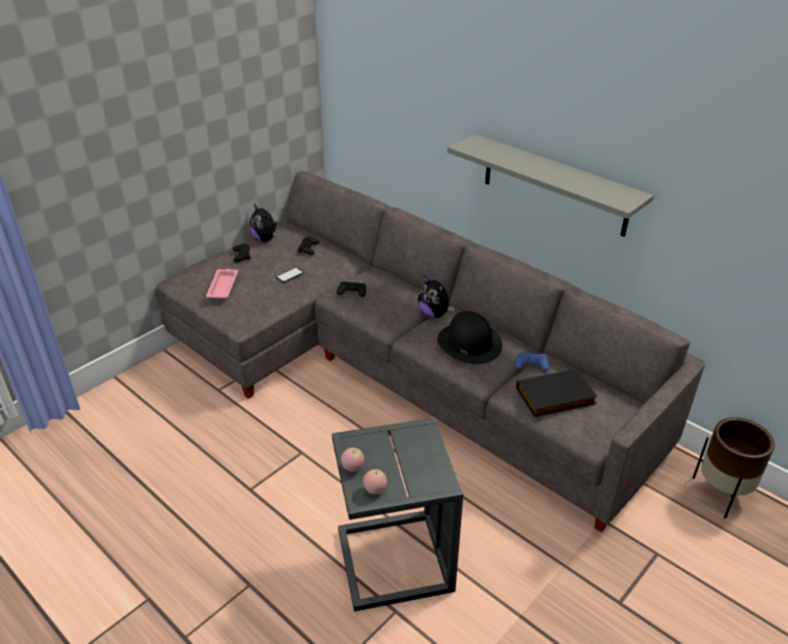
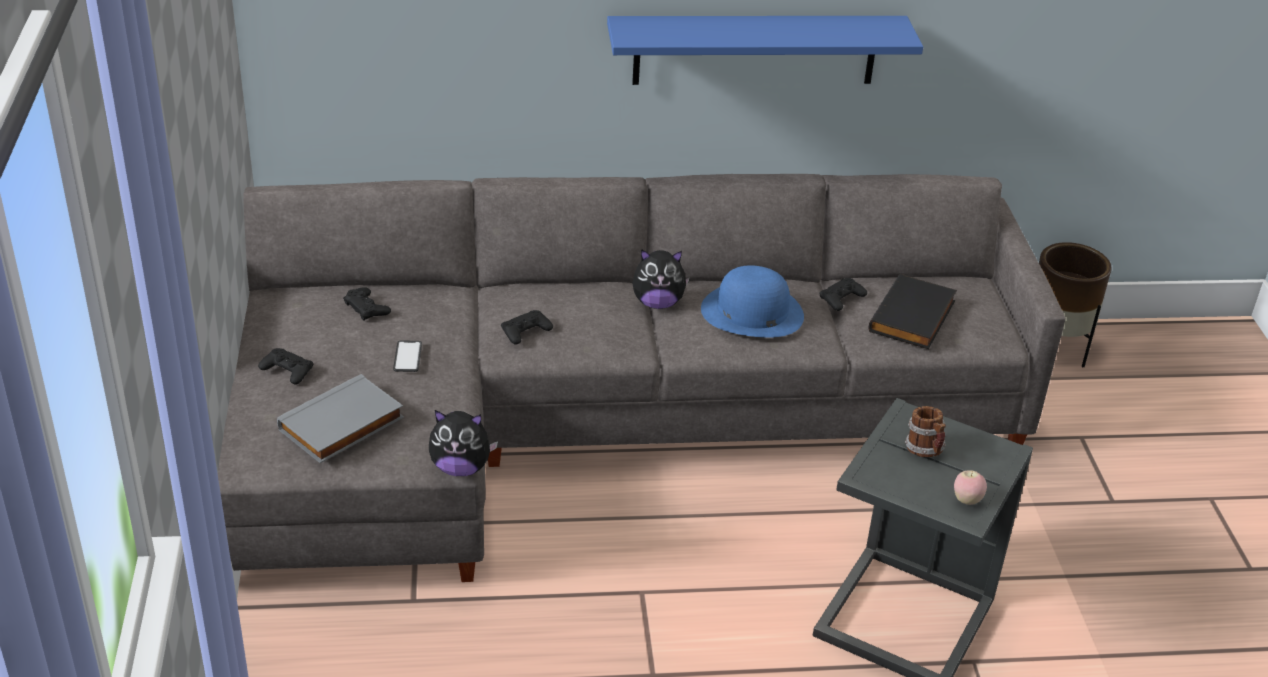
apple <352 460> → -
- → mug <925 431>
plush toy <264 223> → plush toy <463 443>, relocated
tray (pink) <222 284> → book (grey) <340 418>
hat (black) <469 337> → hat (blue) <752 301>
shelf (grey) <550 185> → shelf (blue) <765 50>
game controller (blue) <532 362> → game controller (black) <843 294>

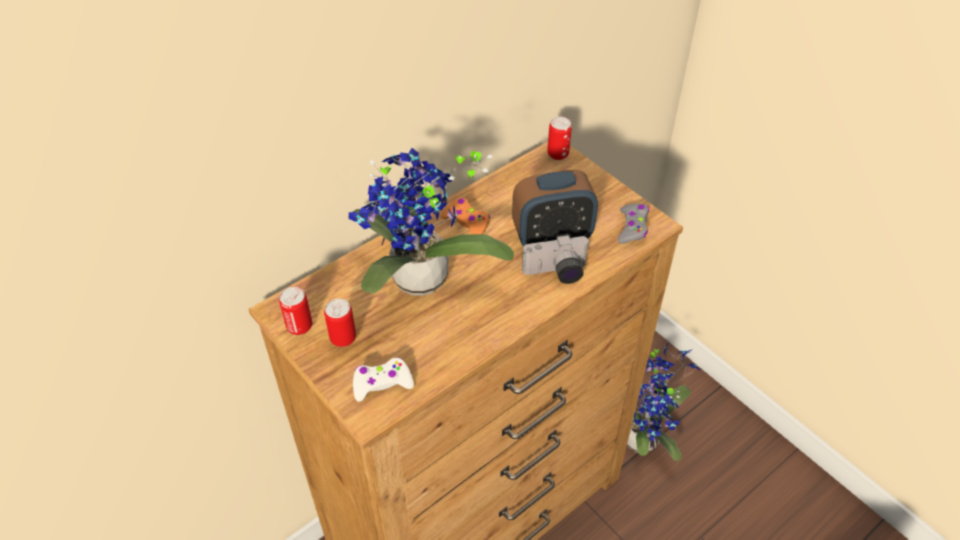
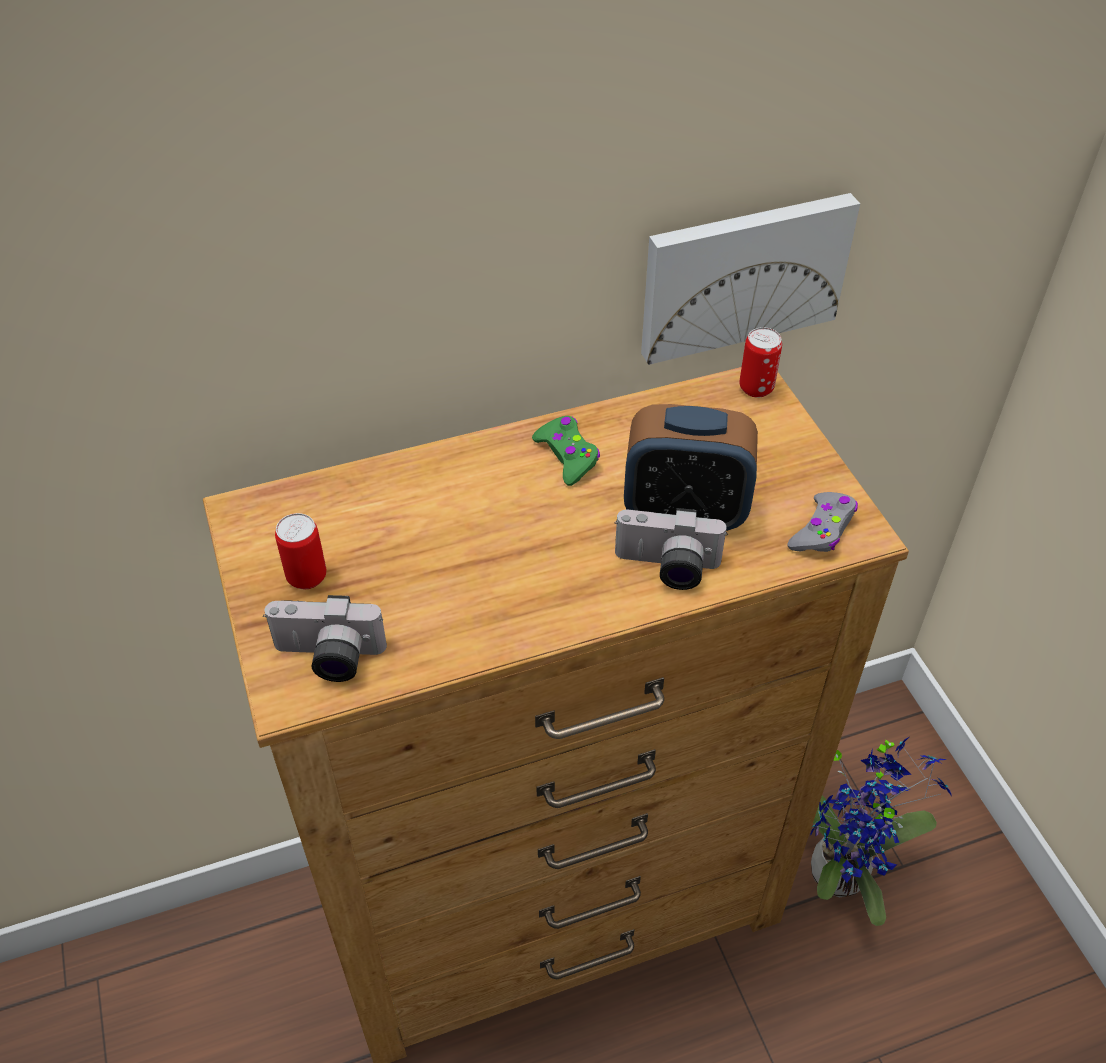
can <295 311> → -
potted plant <431 222> → -
- → picture <750 279>
game controller (white) <383 379> → photo camera <325 638>
game controller (orange) <465 216> → game controller (green) <566 451>

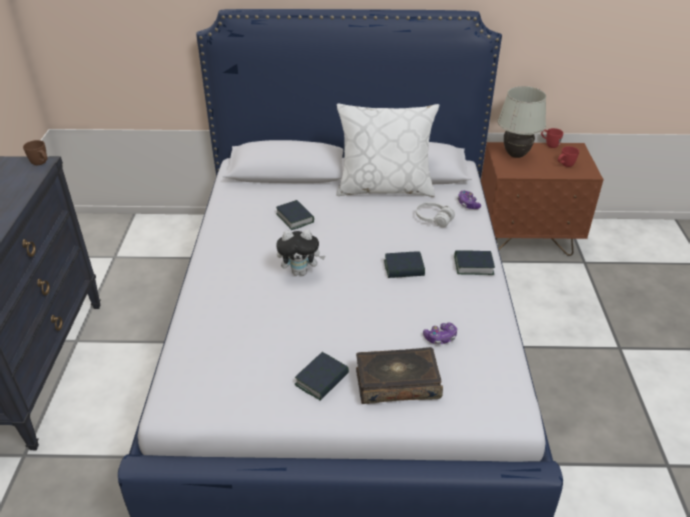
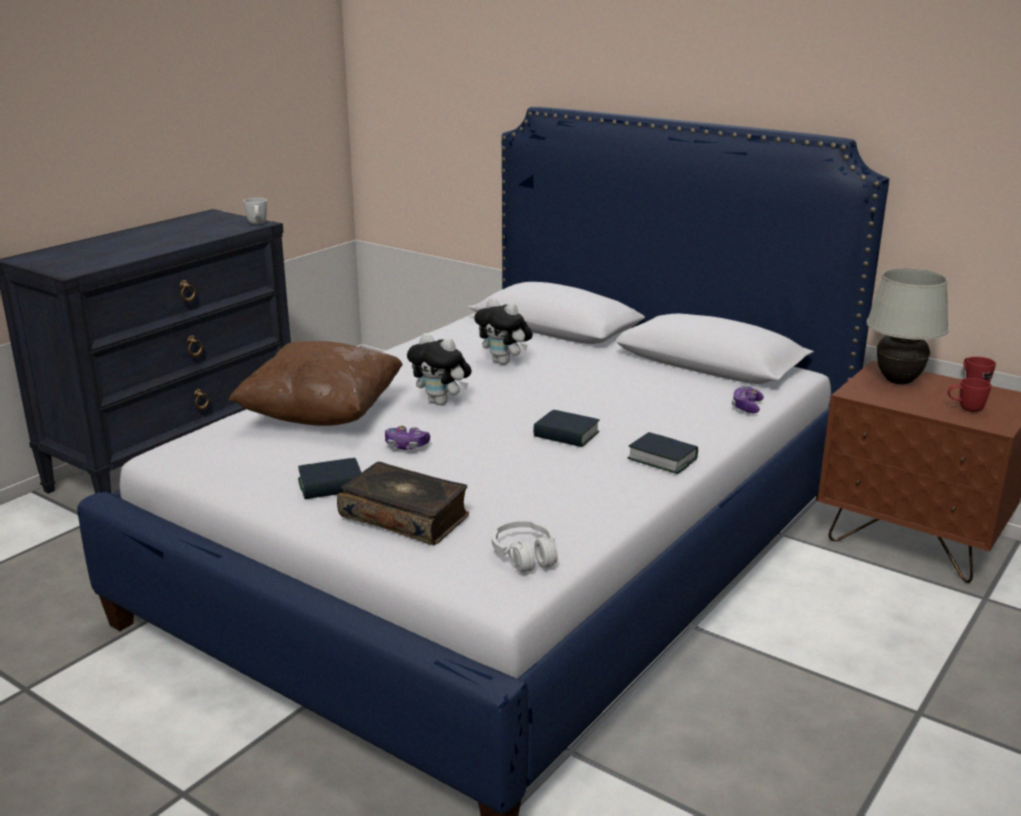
pillow (white) <387 150> → -
- → pillow (brown) <315 383>
headphones (white) <435 214> → headphones (white) <525 546>, relocated
game controller <440 334> → game controller <407 437>, relocated
book <295 215> → plush toy <503 331>
mug (brown) <35 152> → mug (white) <255 211>

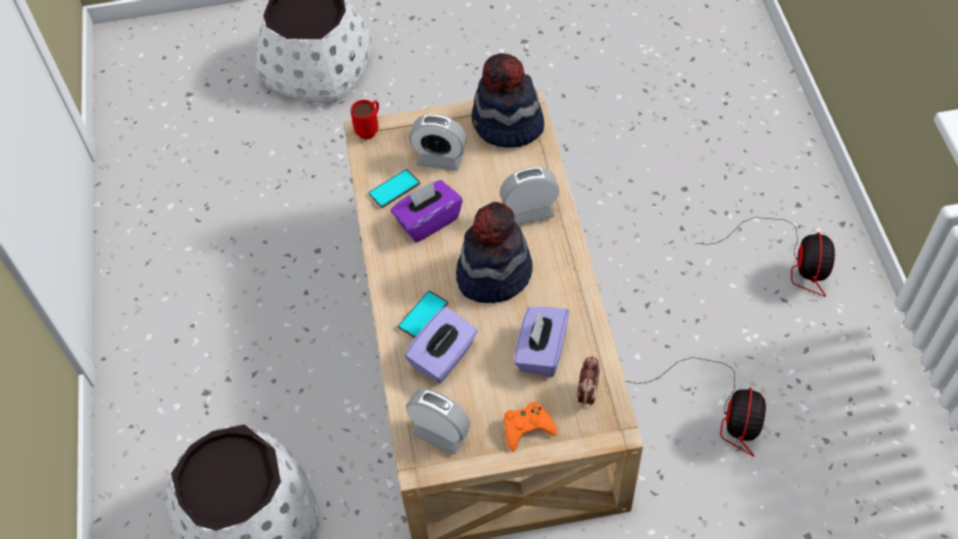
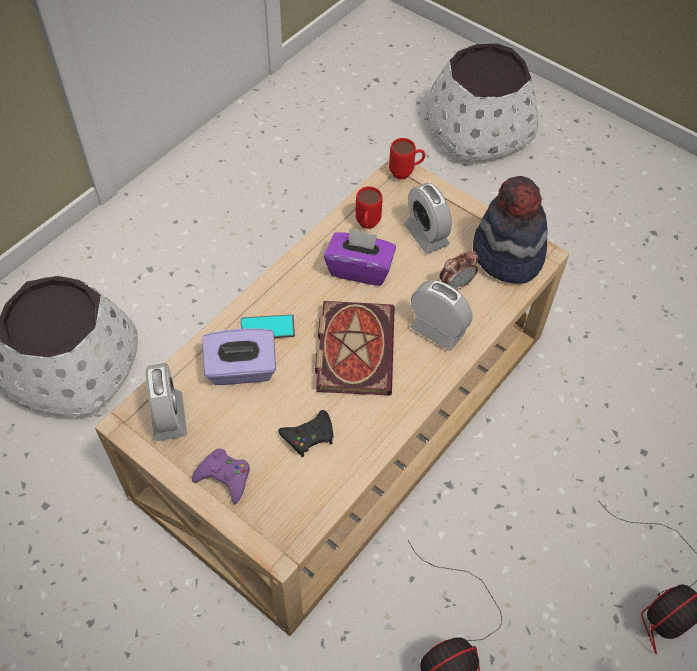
alarm clock <588 381> → alarm clock <458 270>, relocated
phone <394 188> → mug (red) <369 207>
hat <494 252> → book <355 348>
tissue box (purple) <541 342> → game controller (black) <306 433>
game controller (orange) <530 427> → game controller (purple) <221 476>

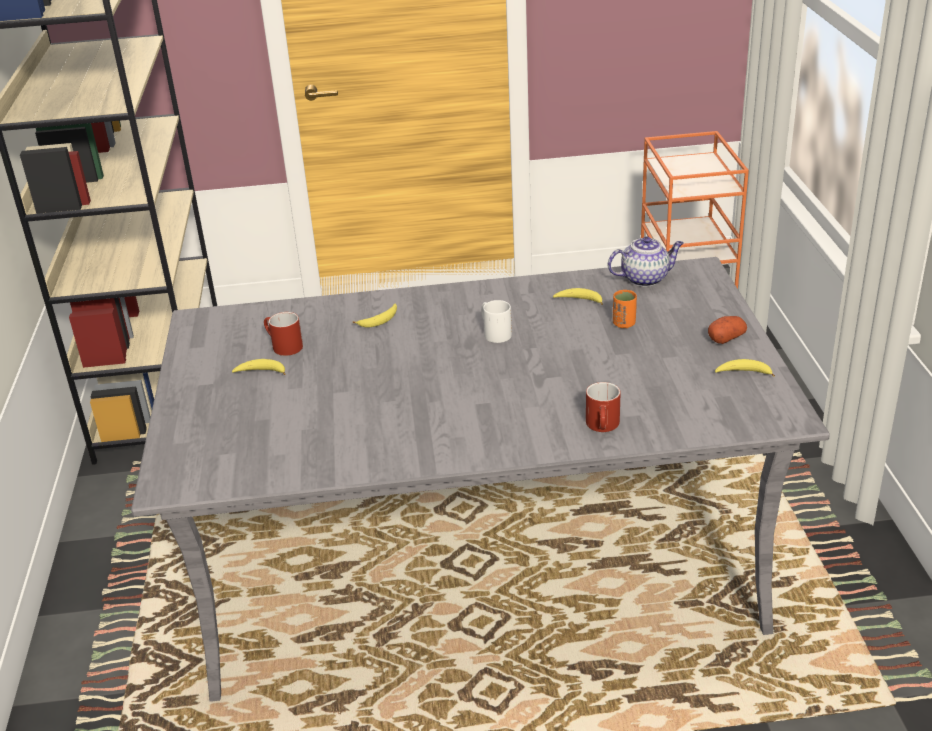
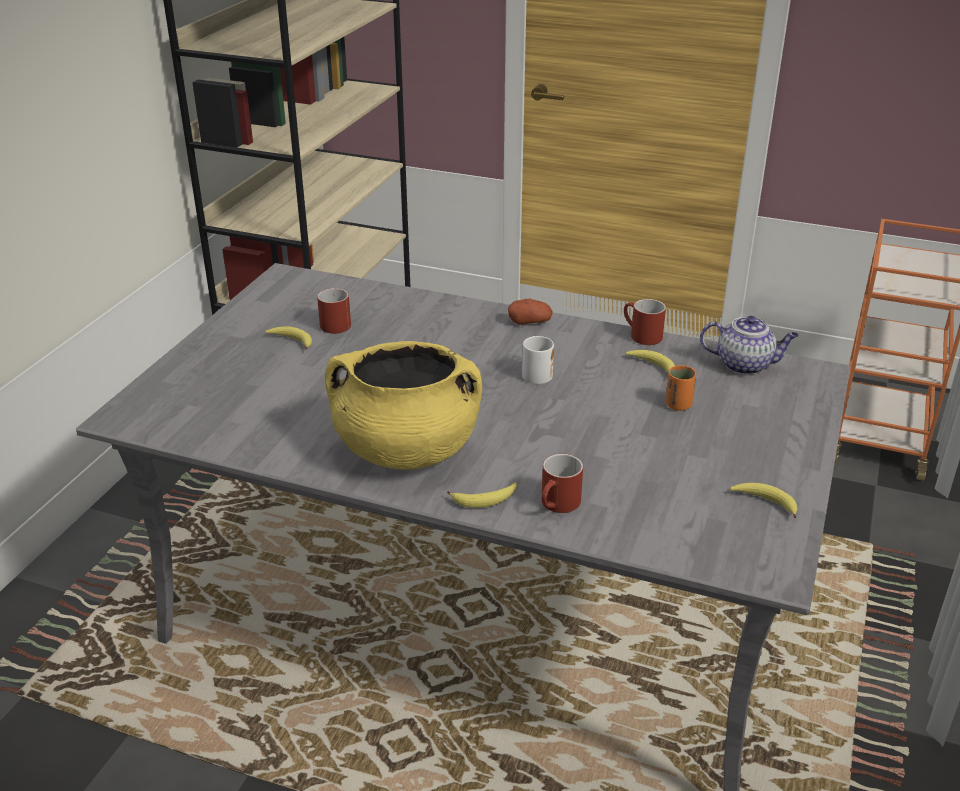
- → cooking pot (yellow) <403 405>
- → mug (red) <645 322>
banana <375 315> → banana <482 495>, relocated
potato <727 330> → potato <530 312>, relocated

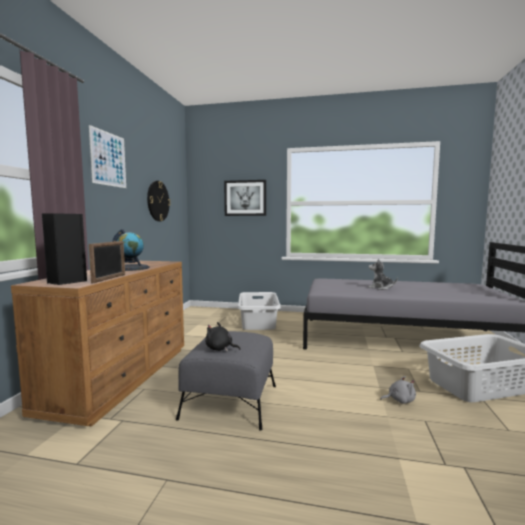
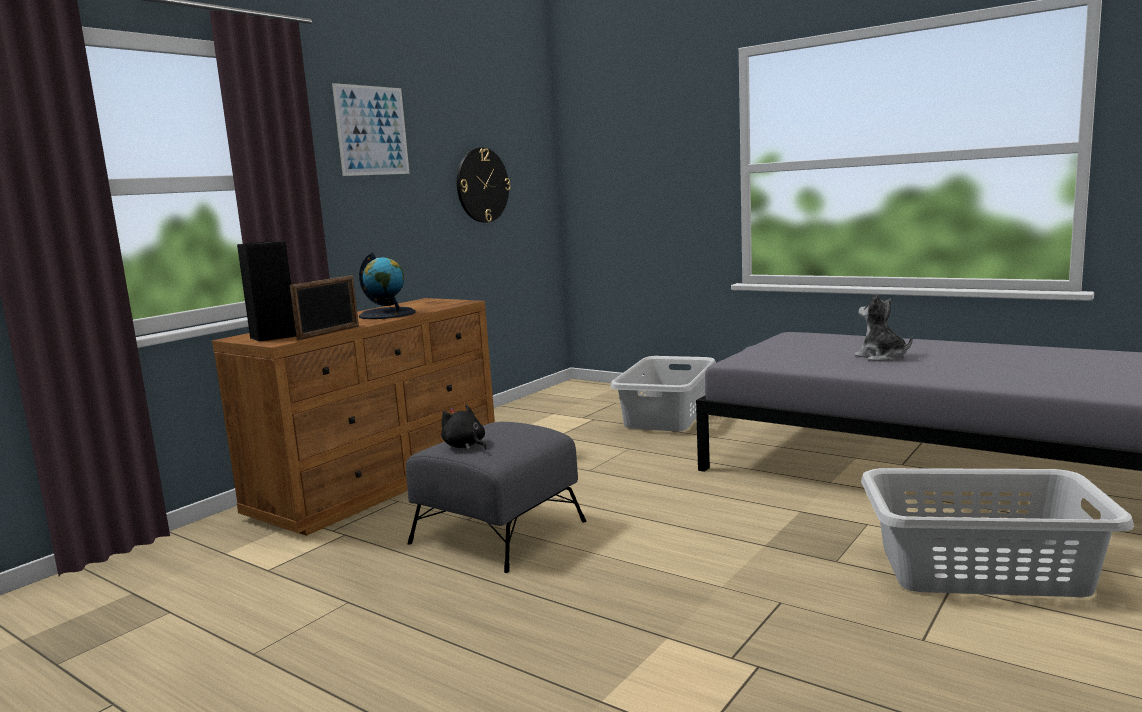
picture <245 198> → -
plush toy (grey) <398 390> → -

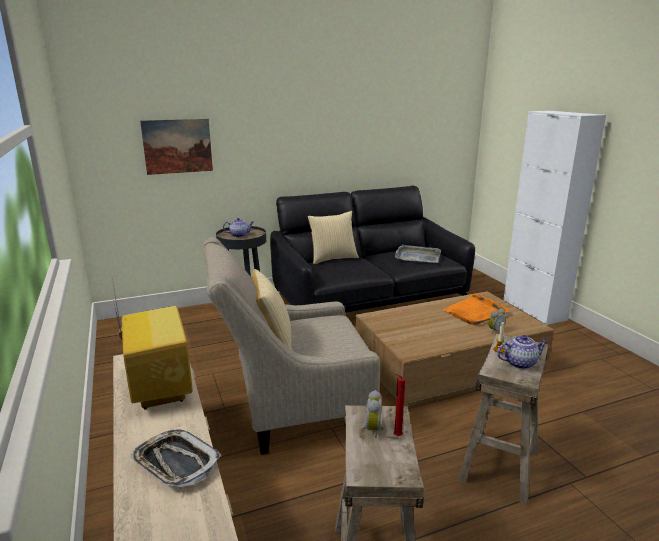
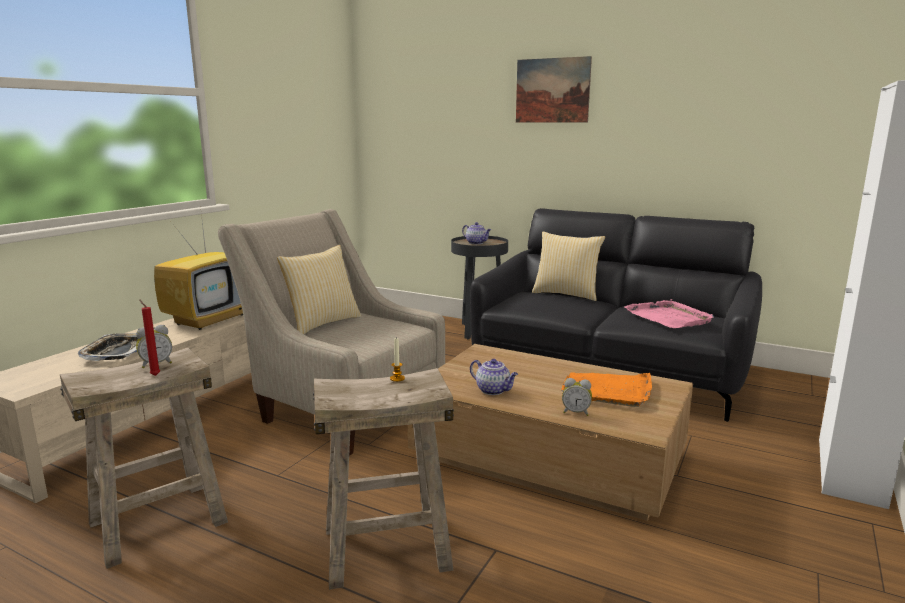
picture <176 147> → picture <554 89>, relocated
teapot <522 352> → teapot <494 377>, relocated
tray (grey) <418 253> → tray (pink) <669 313>

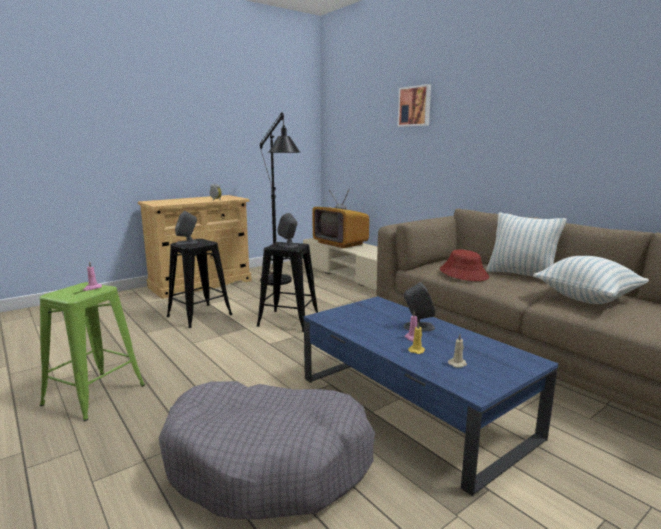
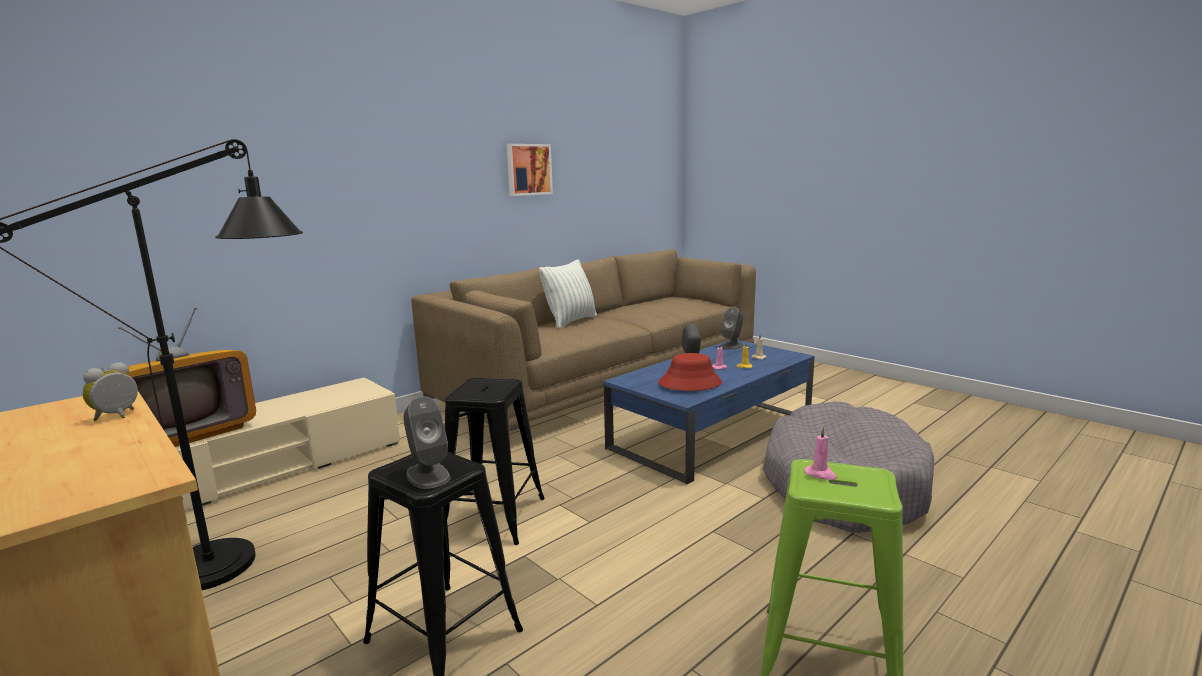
pillow <591 280> → -
speaker (grey) <287 230> → speaker (grey) <732 328>, relocated
picture <414 105> → picture <530 170>, relocated
hat (red) <464 265> → hat (red) <690 372>, relocated

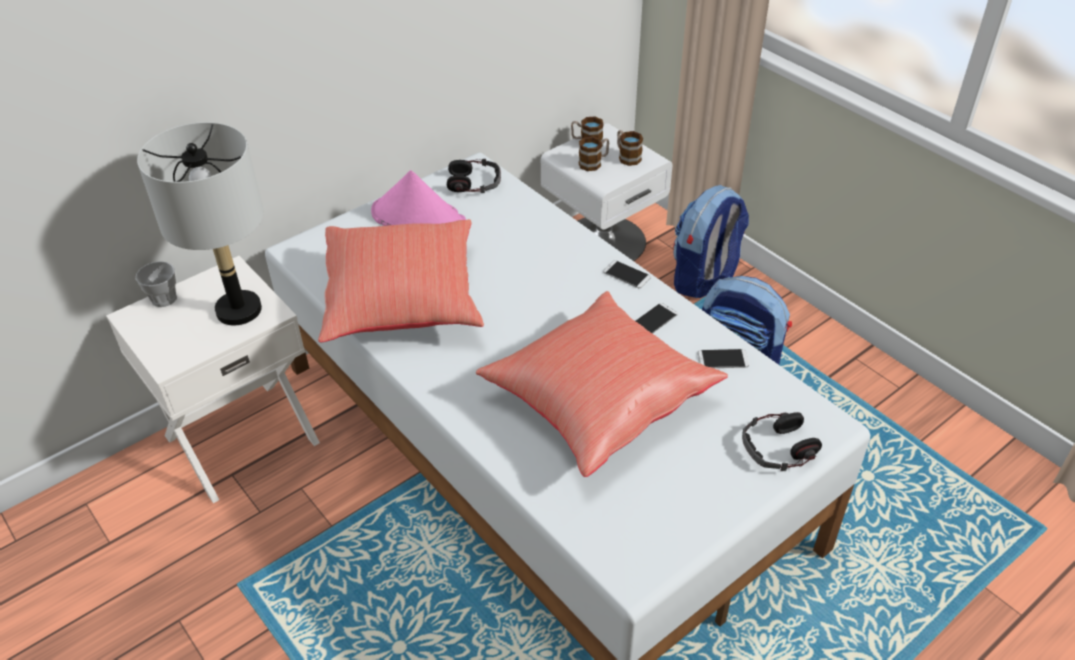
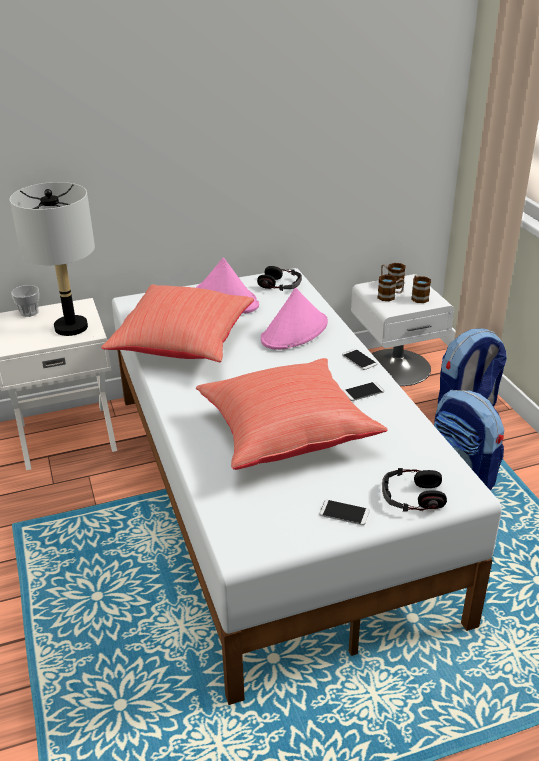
- → hat (pink) <294 319>
phone <723 358> → phone <344 512>, relocated

